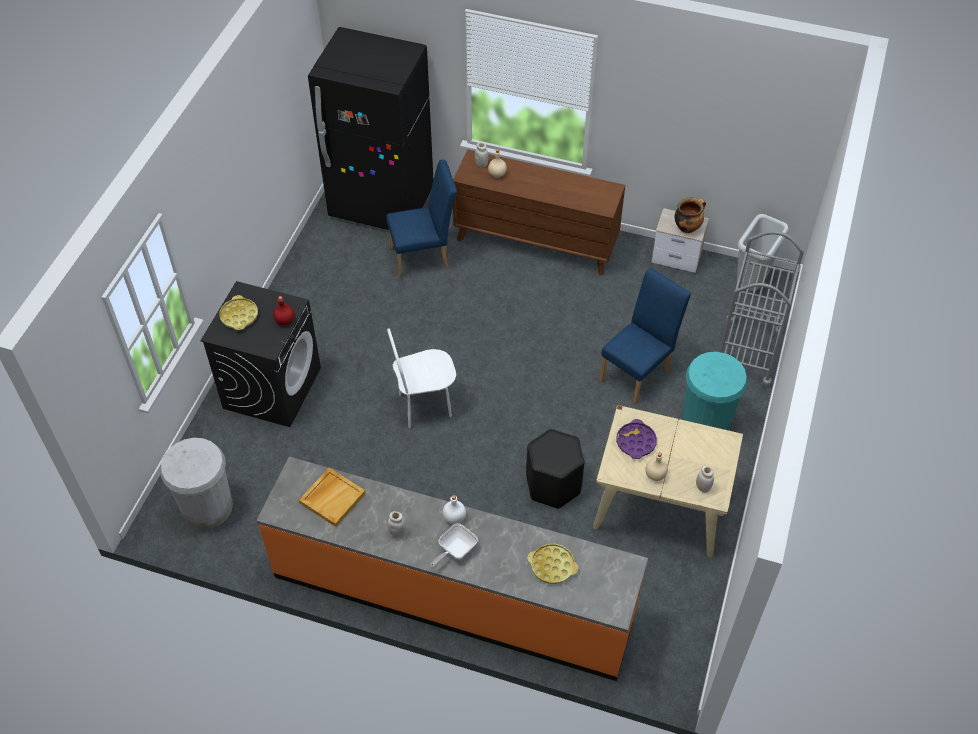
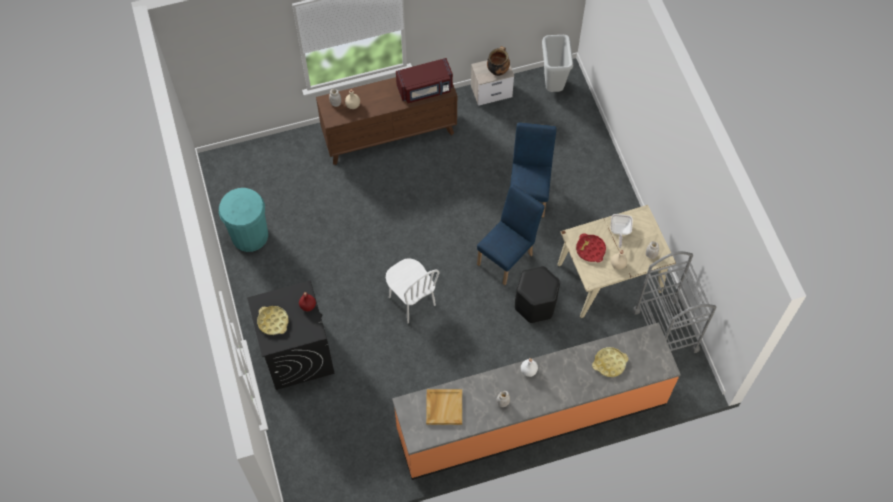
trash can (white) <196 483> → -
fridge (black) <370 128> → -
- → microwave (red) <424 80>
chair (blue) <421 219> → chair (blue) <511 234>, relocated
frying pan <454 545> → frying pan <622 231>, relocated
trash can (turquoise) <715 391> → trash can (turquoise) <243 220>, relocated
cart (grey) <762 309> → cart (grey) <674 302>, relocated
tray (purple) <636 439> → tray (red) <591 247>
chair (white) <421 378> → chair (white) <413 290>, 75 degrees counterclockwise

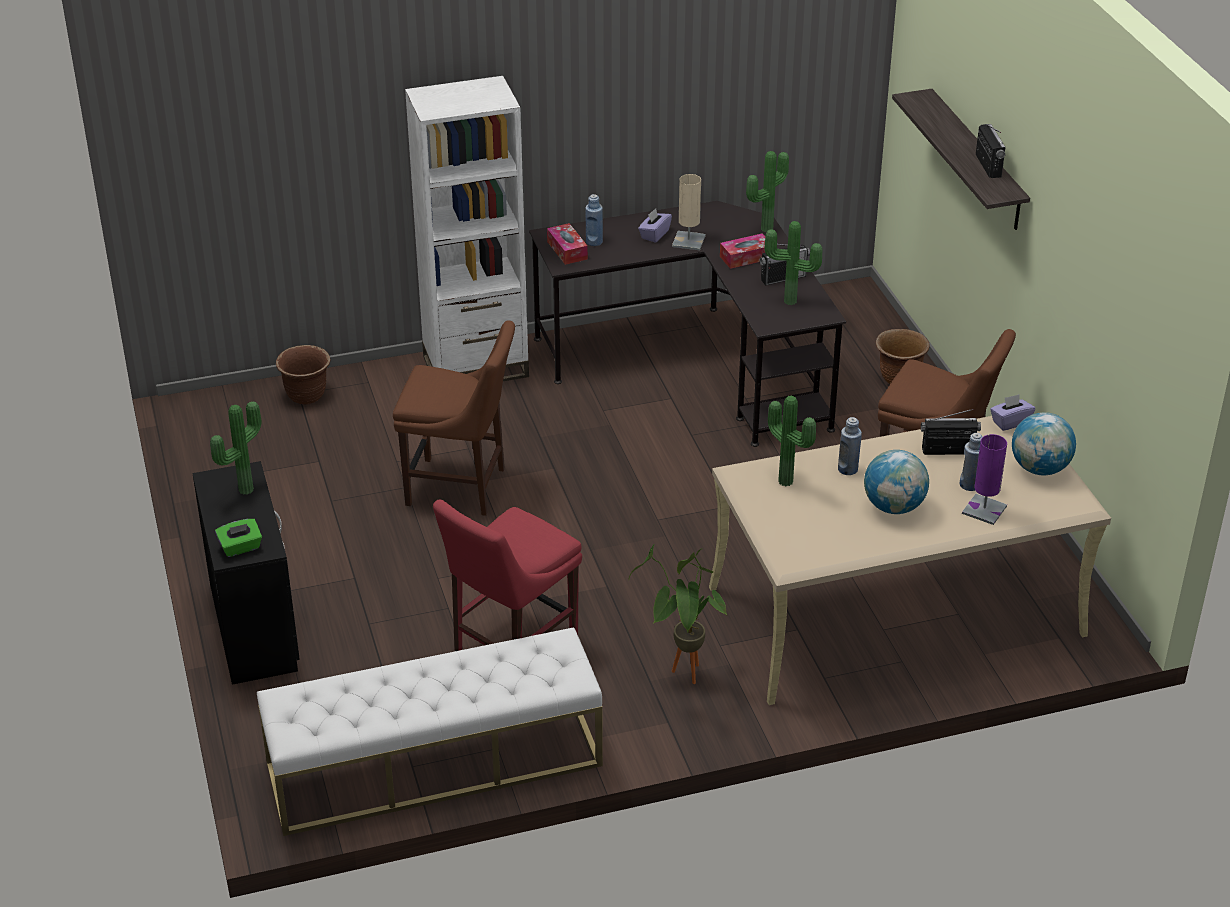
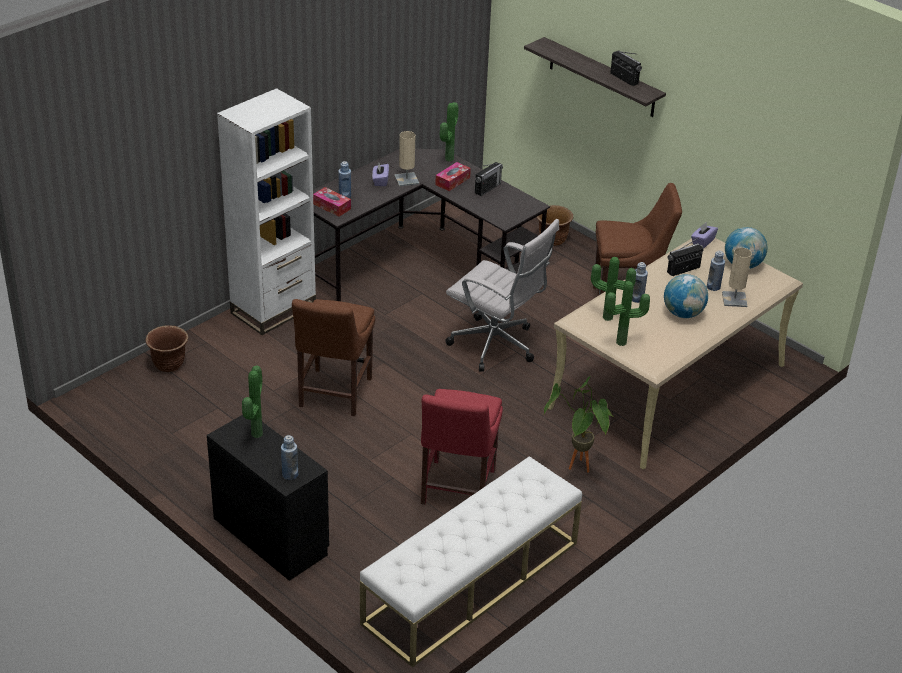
- → office chair (white) <502 295>
potted plant <793 263> → potted plant <627 313>, relocated
tissue box (green) <238 538> → bottle (blue) <289 457>
table lamp (purple) <984 479> → table lamp (beige) <737 277>
chair (brown) <454 418> → chair (brown) <333 357>, 120 degrees clockwise

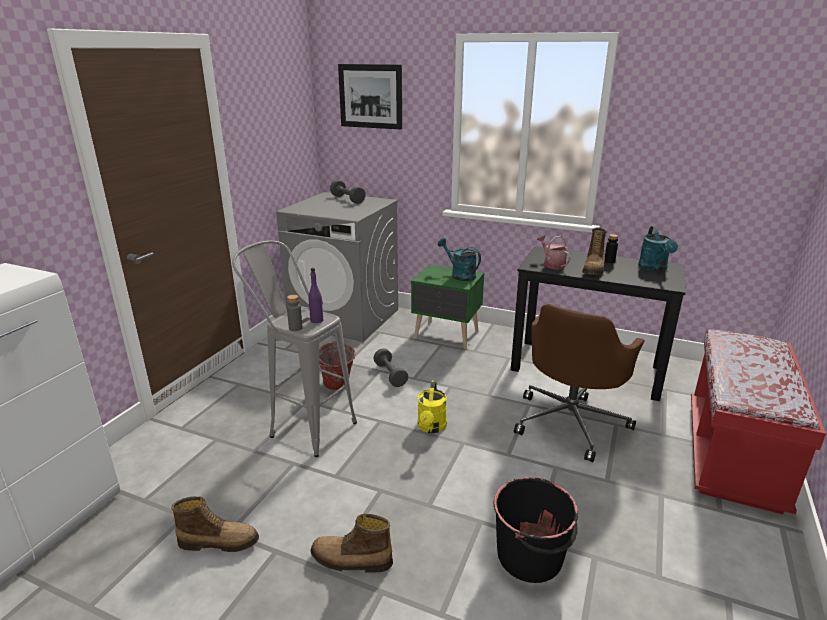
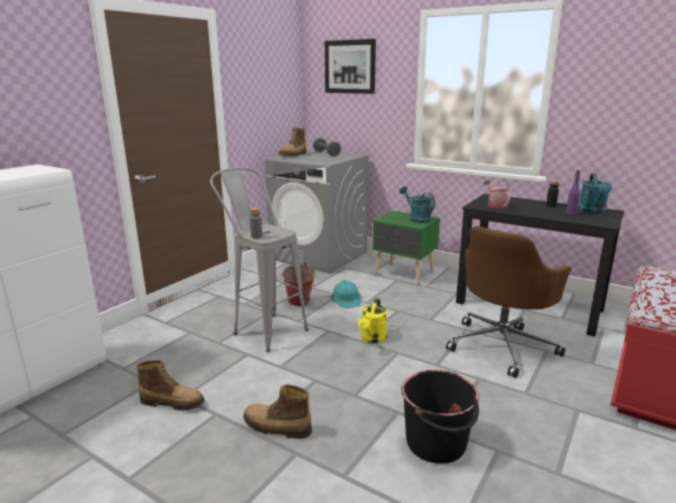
bottle (purple) <315 295> → bottle (purple) <573 192>, relocated
boot <594 251> → boot <292 142>, relocated
dumbbell (grey) <390 367> → hard hat (turquoise) <346 294>

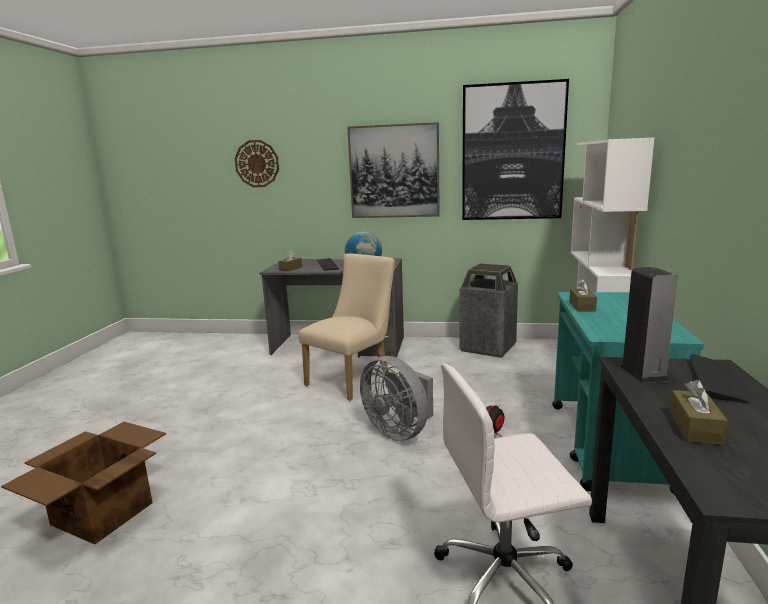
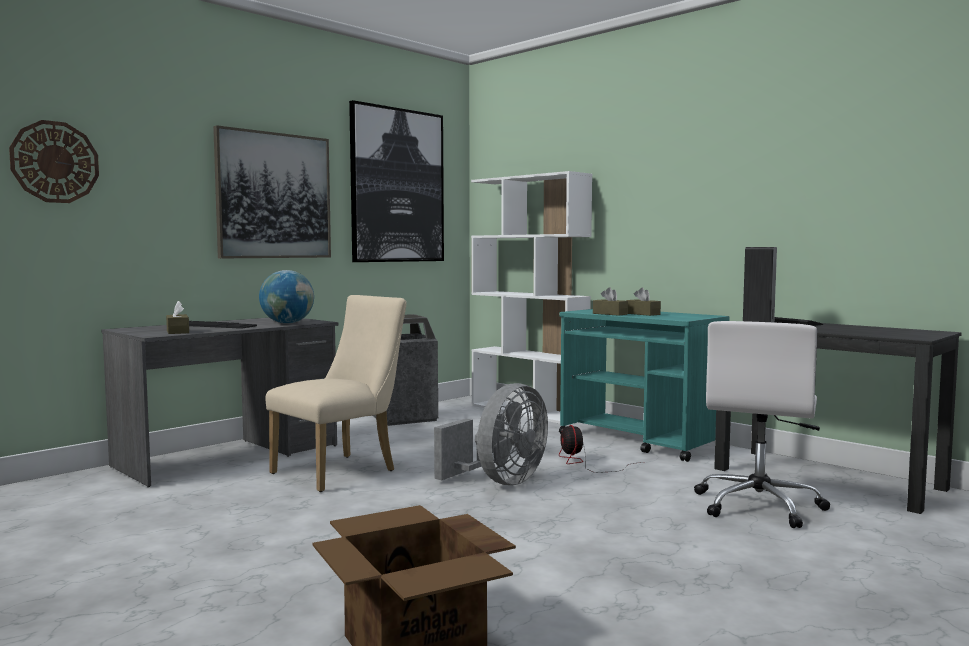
tissue box (brown) <699 412> → tissue box (brown) <643 301>, relocated
chair (beige) <347 327> → chair (beige) <335 393>, 60 degrees clockwise
fan (grey) <396 398> → fan (grey) <491 434>, 45 degrees counterclockwise

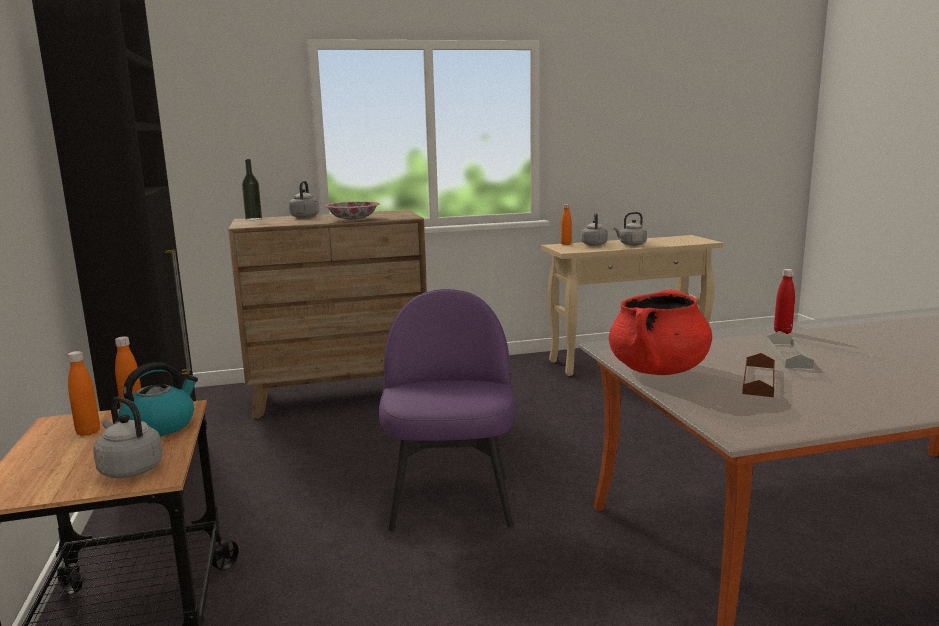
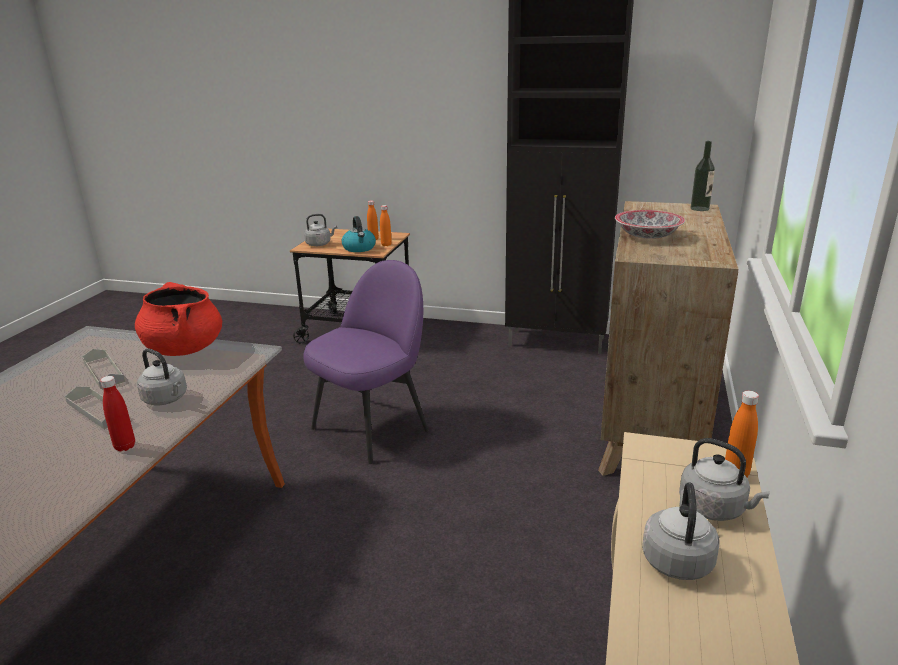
kettle (grey) <304 199> → kettle (grey) <162 377>, relocated
tray (brown) <758 375> → tray (grey) <103 369>
chair (purple) <447 410> → chair (purple) <365 362>, 75 degrees counterclockwise

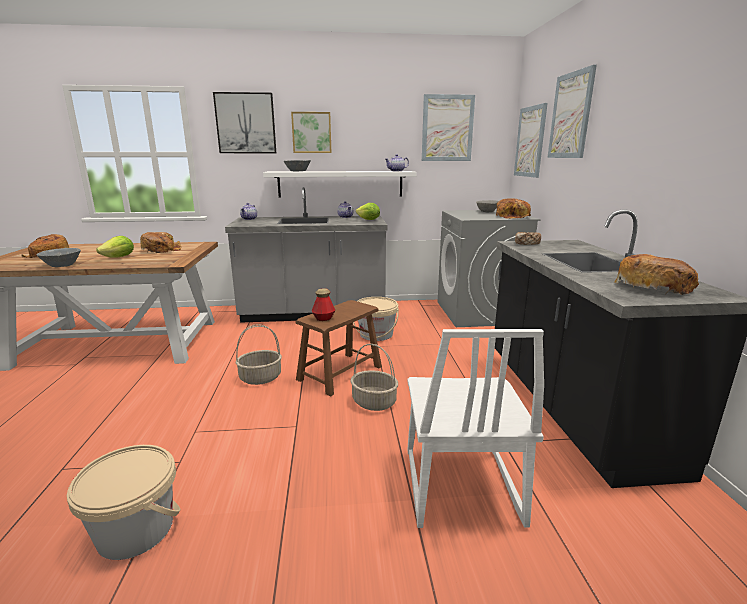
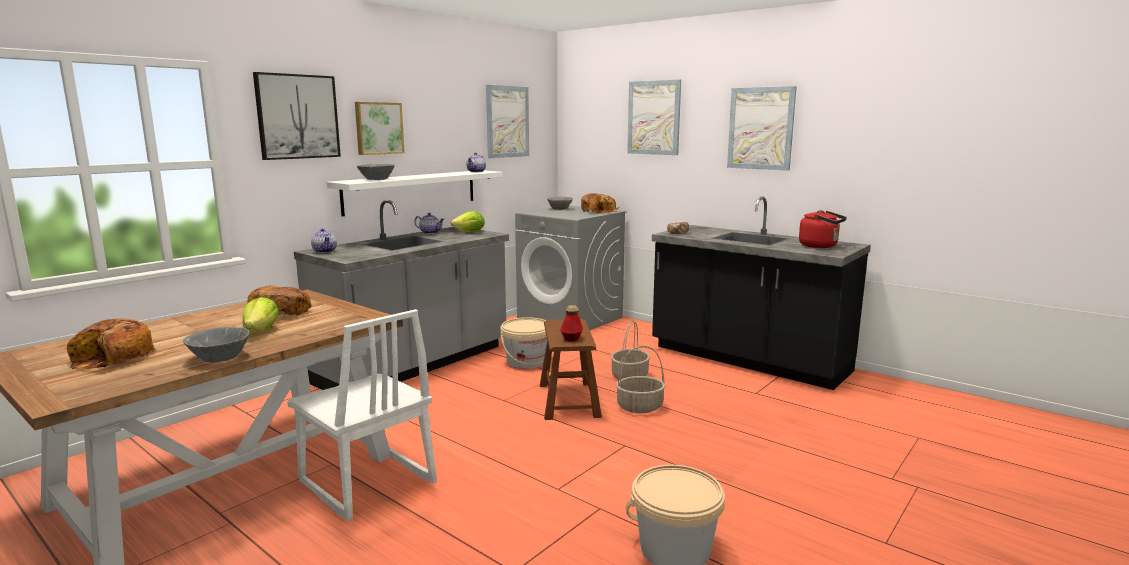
basket <259 354> → basket <630 350>, relocated
chair (white) <476 428> → chair (white) <362 415>, relocated
picture <531 140> → picture <762 128>, relocated
bread <656 274> → kettle (red) <823 229>

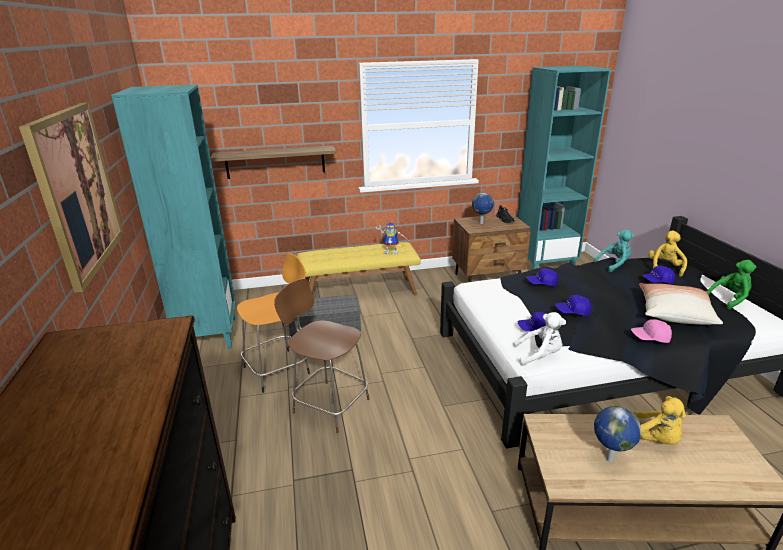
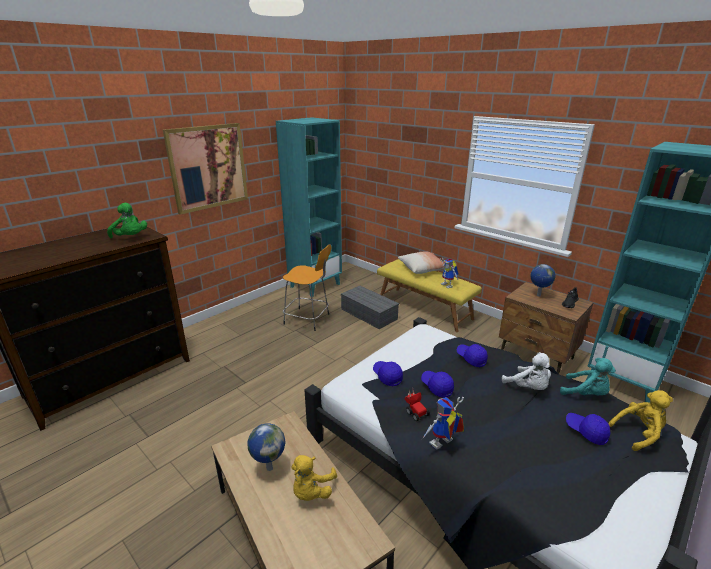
shelf <273 162> → -
chair (brown) <322 356> → -
- → toy car <417 405>
plush toy (white) <539 339> → plush toy (white) <526 371>, relocated
pillow <681 304> → pillow <421 262>, relocated
plush toy (green) <731 284> → plush toy (green) <127 220>, relocated
cap (pink) <651 331> → toy robot <443 423>

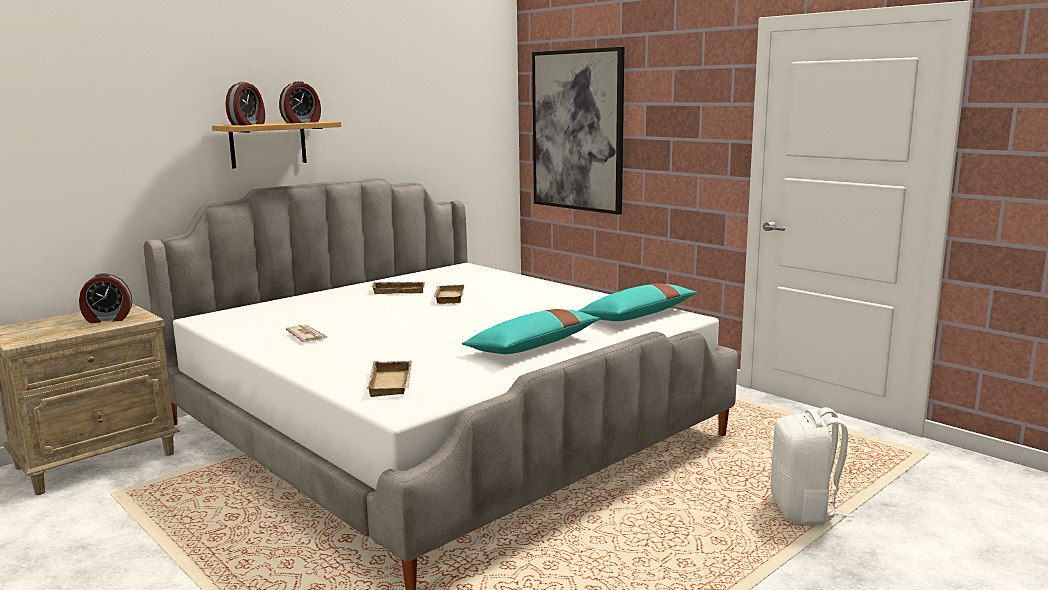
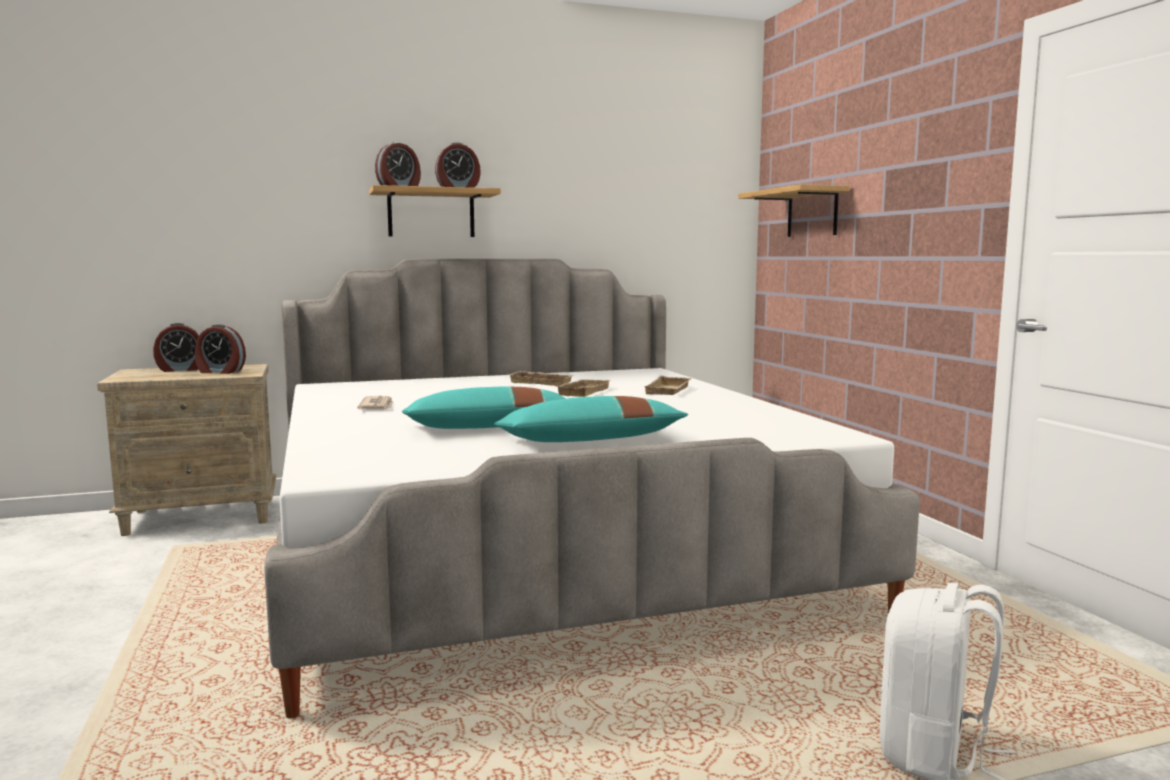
- → alarm clock <176 347>
tray (beige) <389 379> → tray (beige) <668 385>, relocated
pillow (turquoise) <637 302> → pillow (turquoise) <484 407>, relocated
picture <578 131> → shelf <793 210>

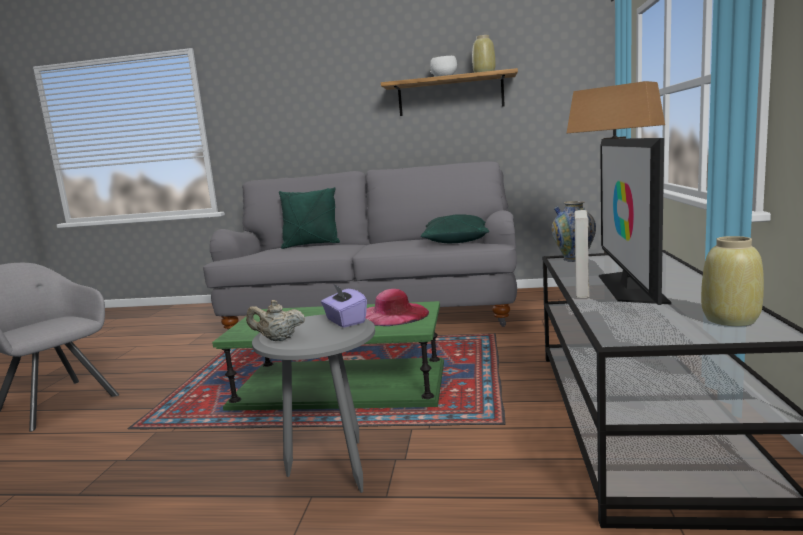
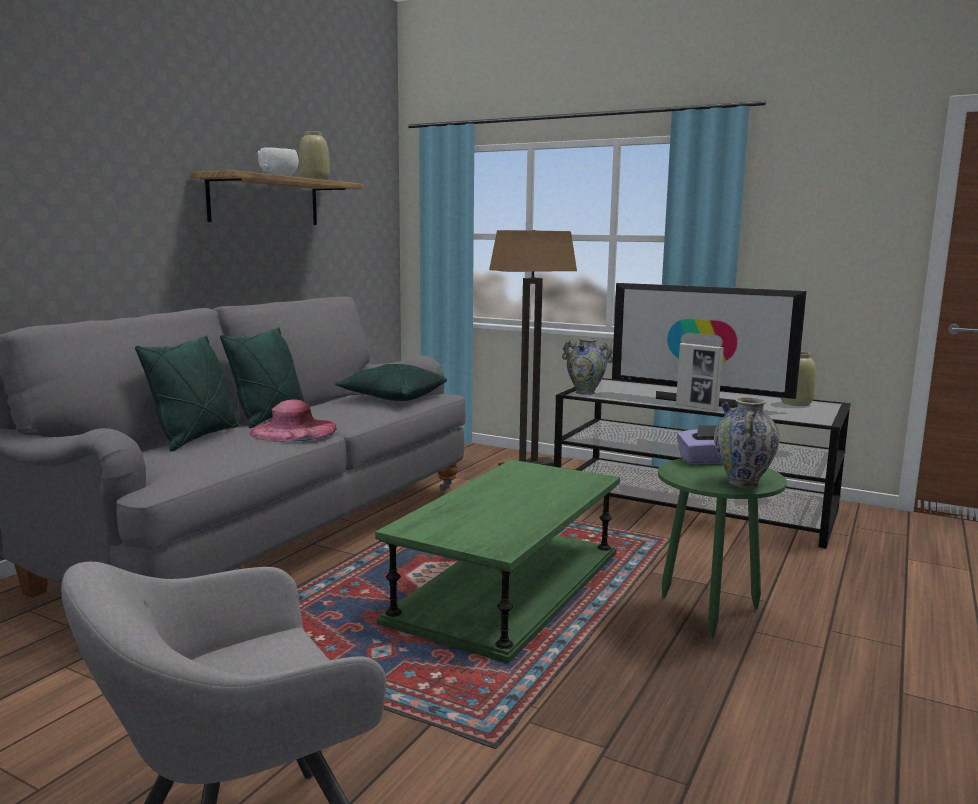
- → pillow (green) <262 377>
hat (pink) <397 307> → hat (pink) <293 420>, relocated
teapot (beige) <275 320> → vase <747 443>
side table (grey) <313 403> → side table (green) <722 549>

